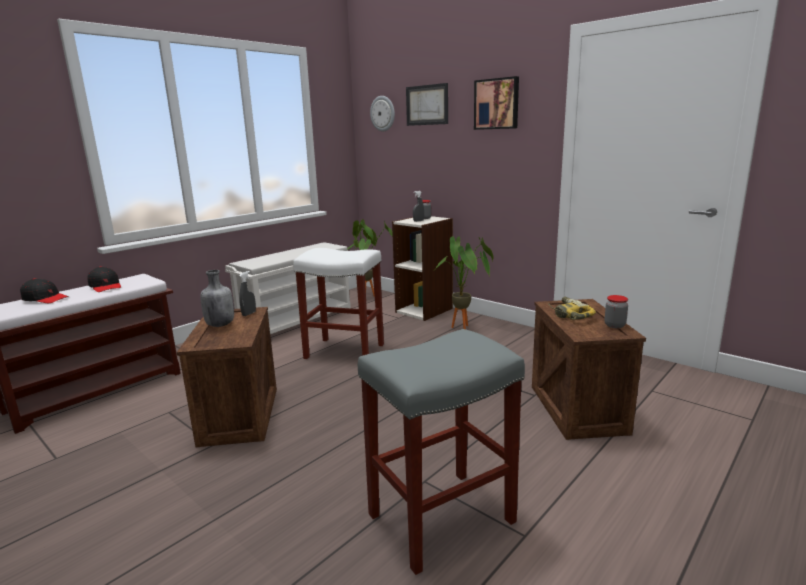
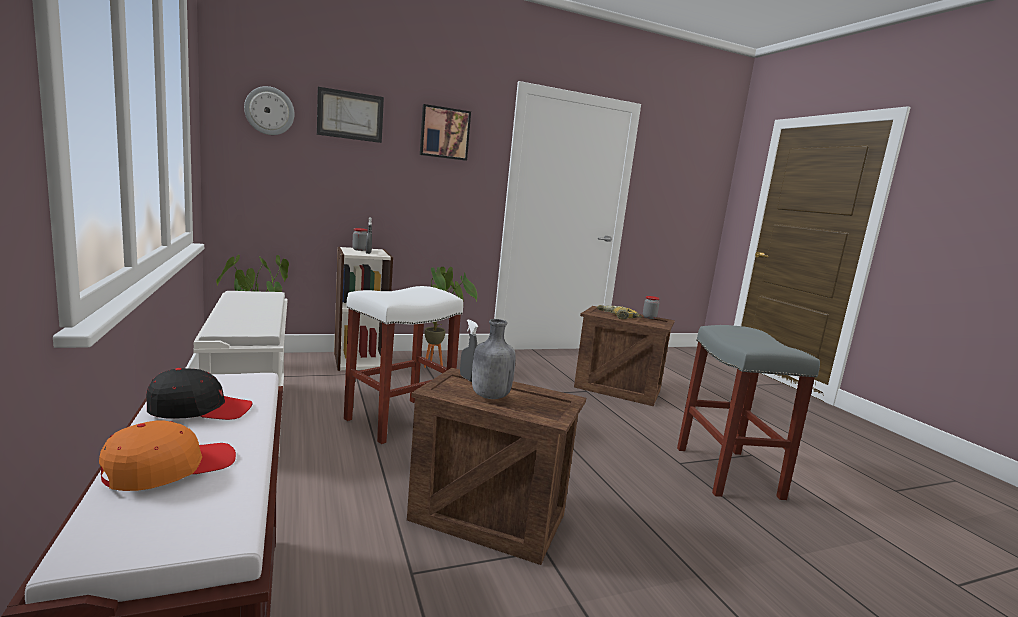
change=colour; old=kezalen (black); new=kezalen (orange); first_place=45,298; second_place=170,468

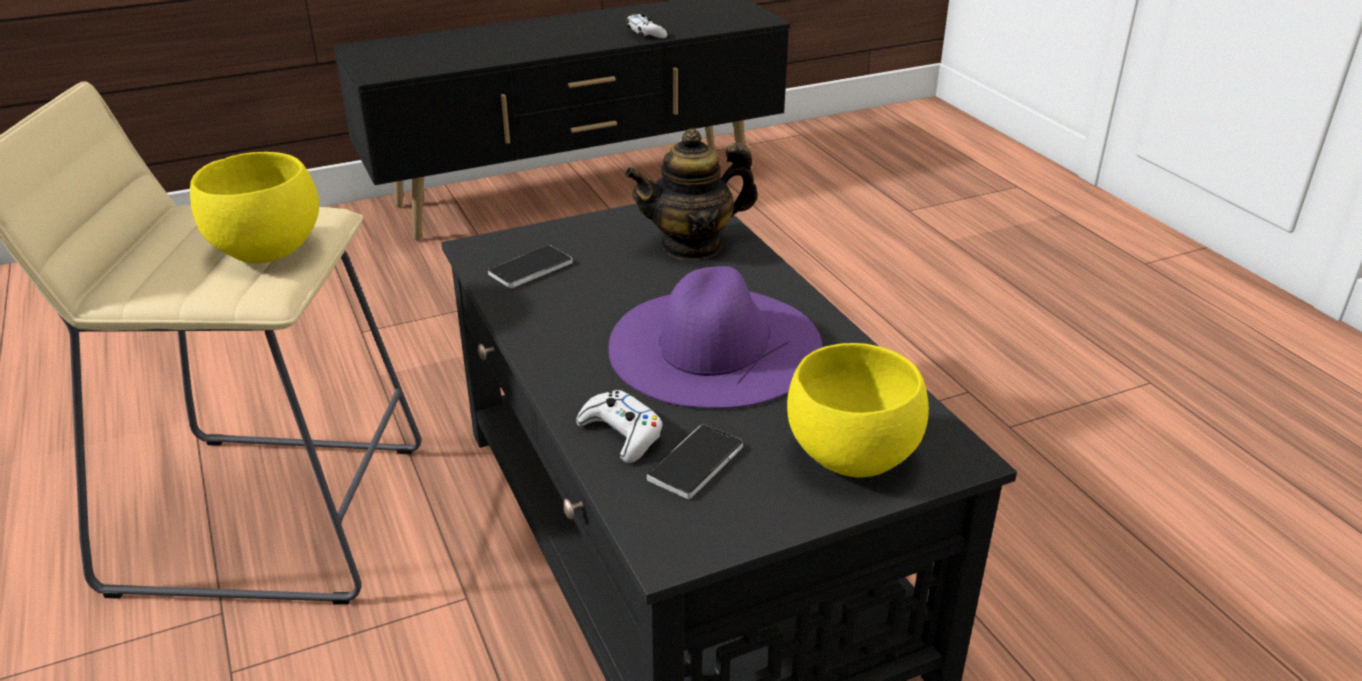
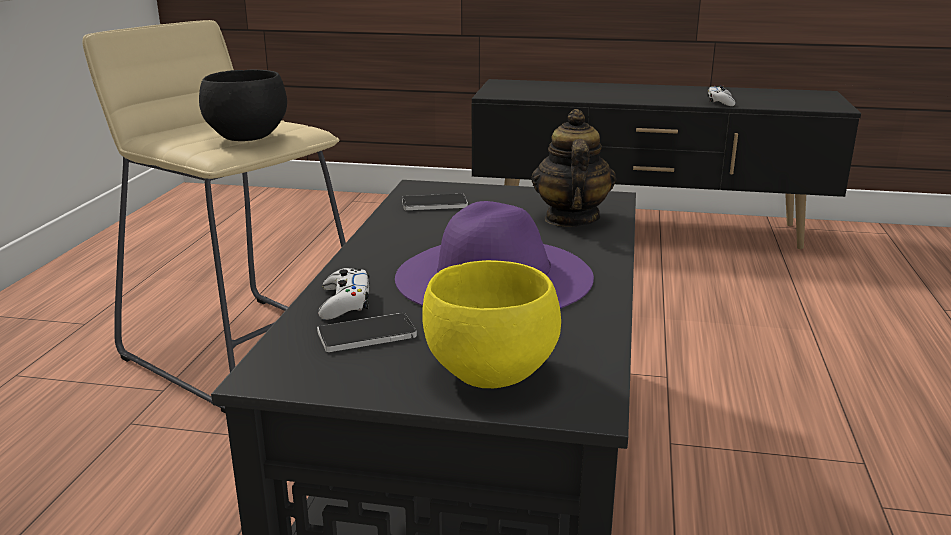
change=colour; old=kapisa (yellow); new=kapisa (black); first_place=264,252; second_place=245,138
change=spun; old=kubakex; first_place=692,245; second_place=571,219; degrees=75

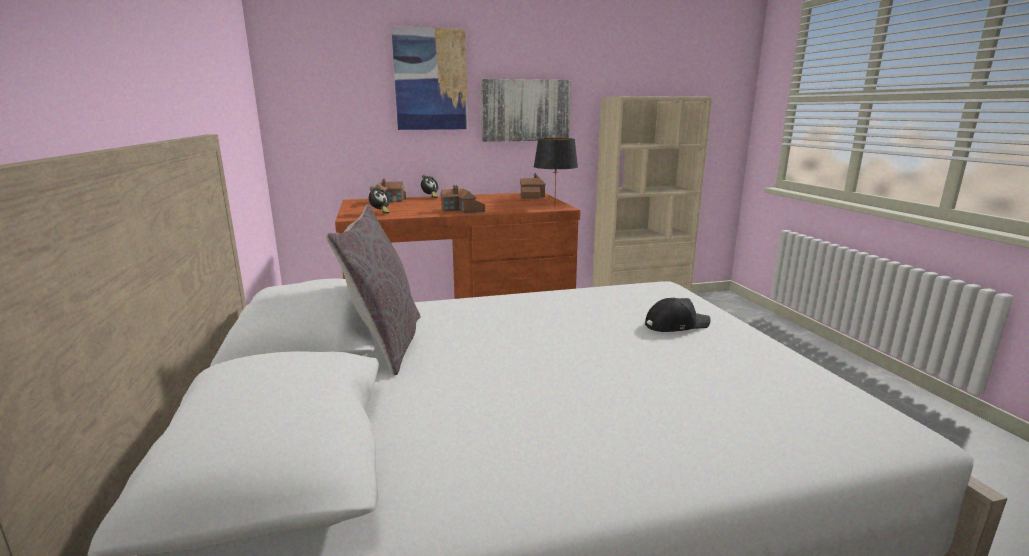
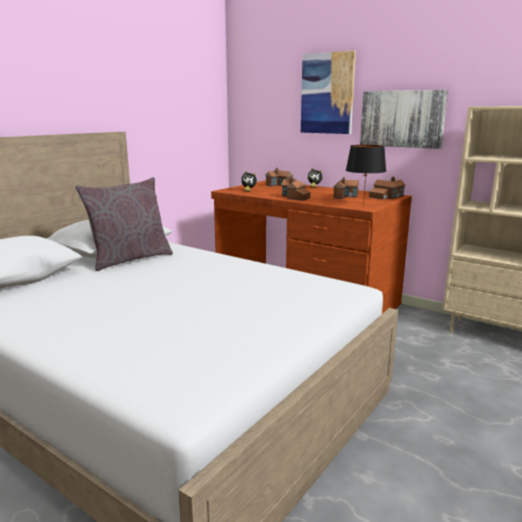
change=missing; old=kezalen (black); first_place=675,325
change=appeared; new=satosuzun; second_place=345,196

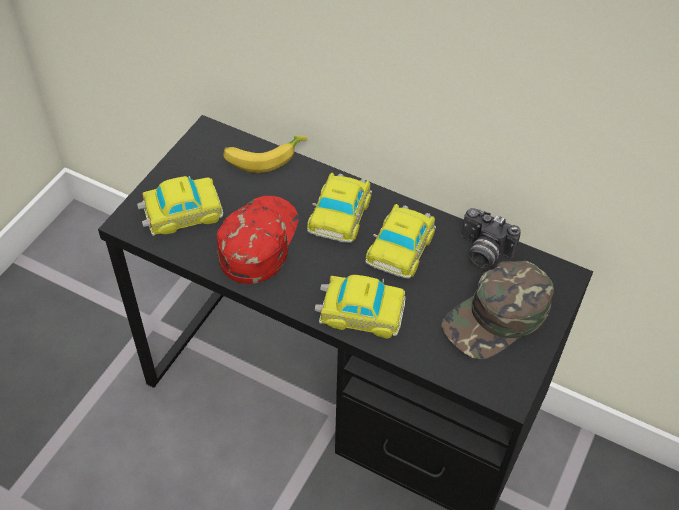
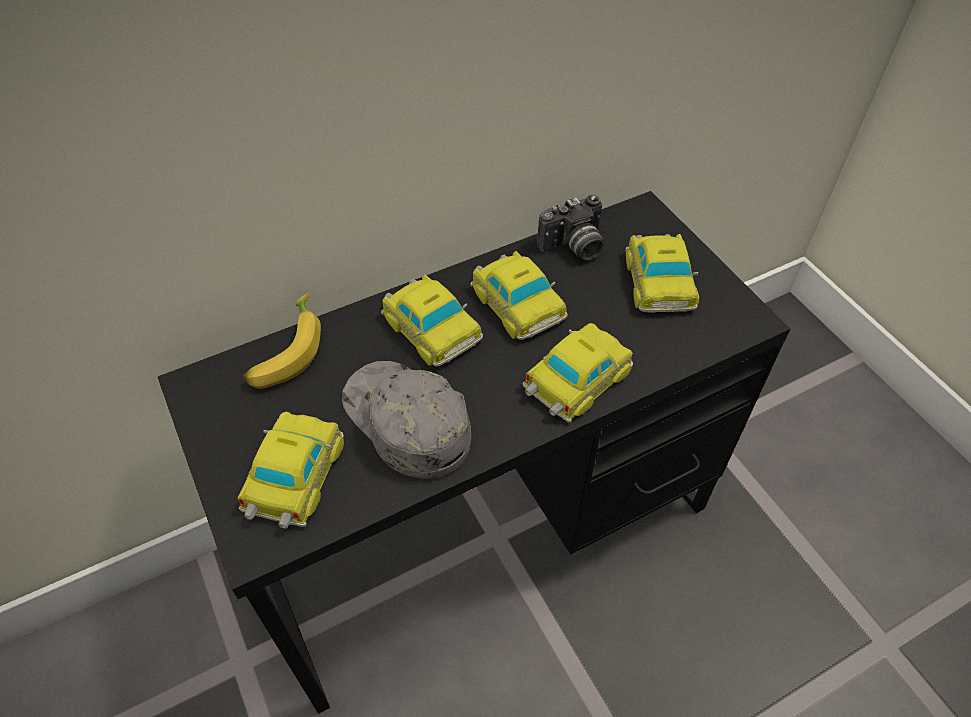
change=colour; old=kezalen (red); new=kezalen (grey); first_place=257,241; second_place=405,421
change=exchanged; old=kezalen (green); new=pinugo; first_place=497,318; second_place=658,280

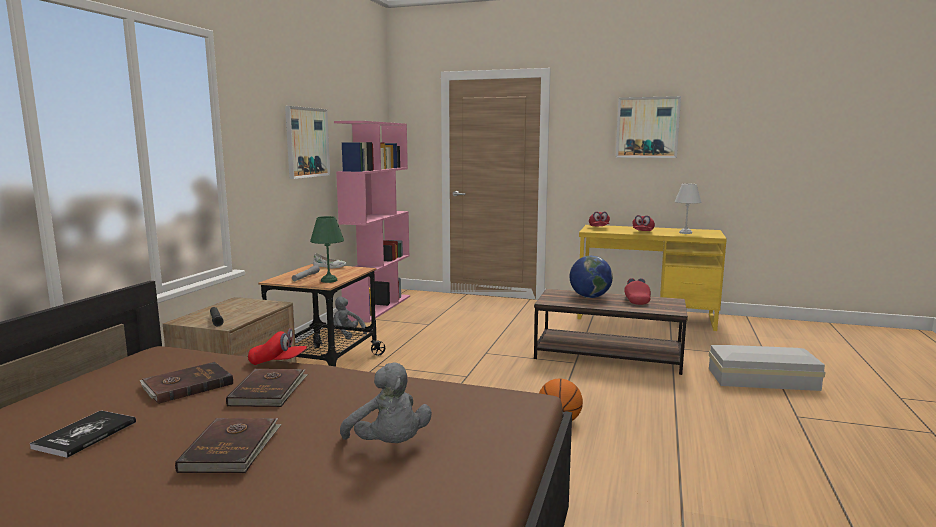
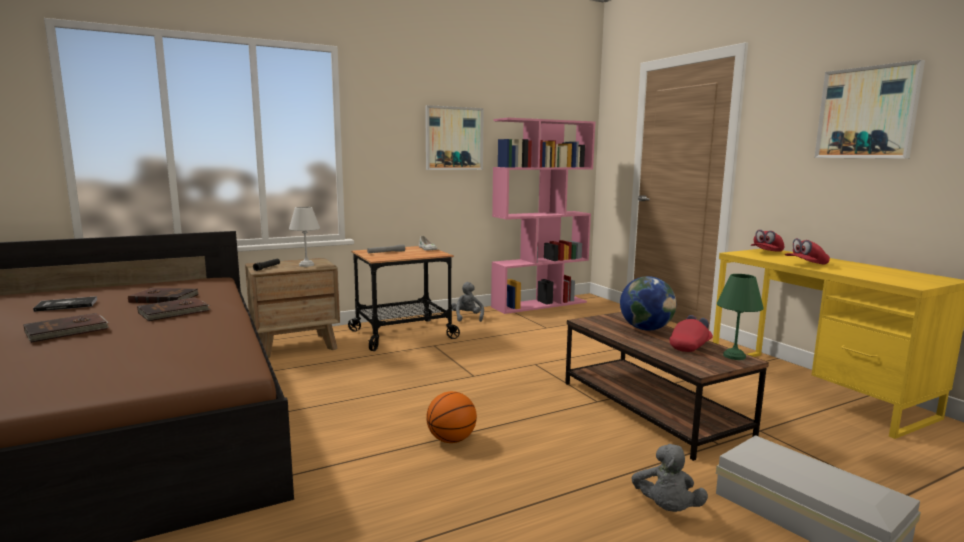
change=missing; old=kezalen (red); first_place=278,362
change=relocated; old=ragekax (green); first_place=329,280; second_place=735,356
change=relocated; old=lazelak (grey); first_place=389,445; second_place=666,509
change=relocated; old=ragekax (white); first_place=685,232; second_place=307,265

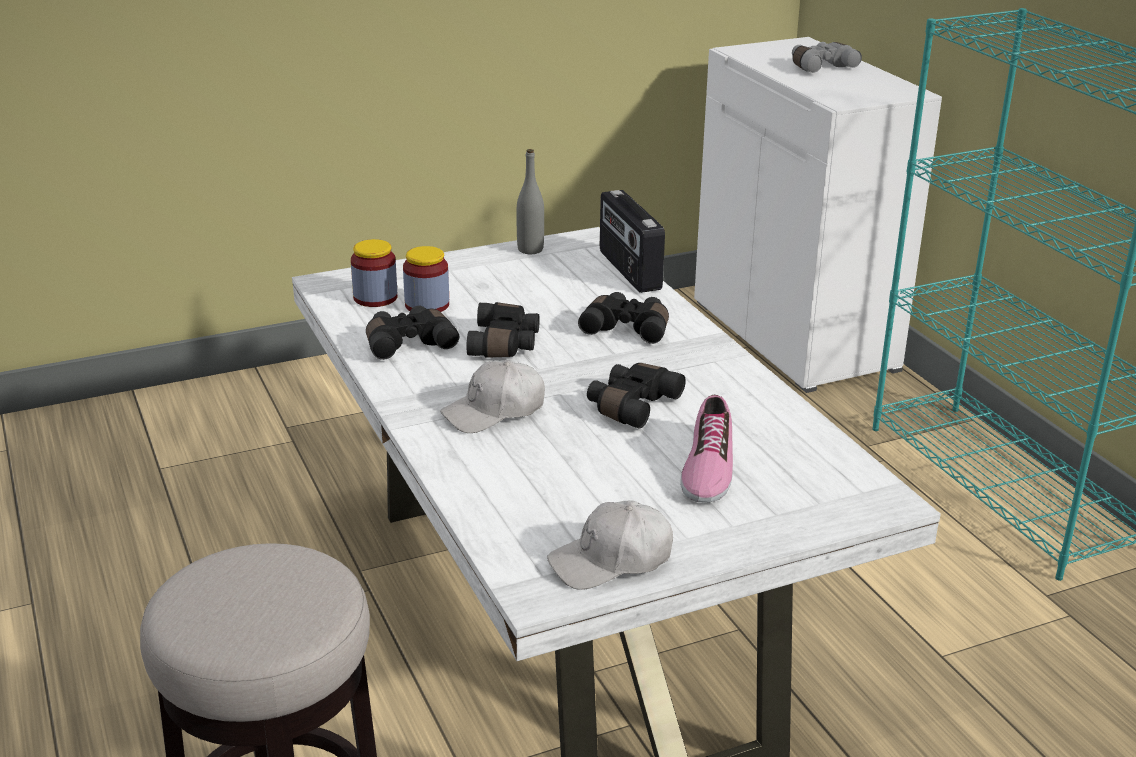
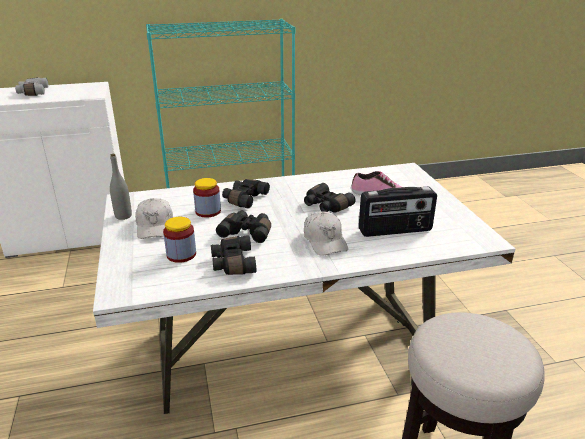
change=relocated; old=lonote; first_place=375,298; second_place=208,211
change=relocated; old=kezalen (white); first_place=611,561; second_place=155,226
change=relocated; old=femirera; first_place=628,270; second_place=395,230

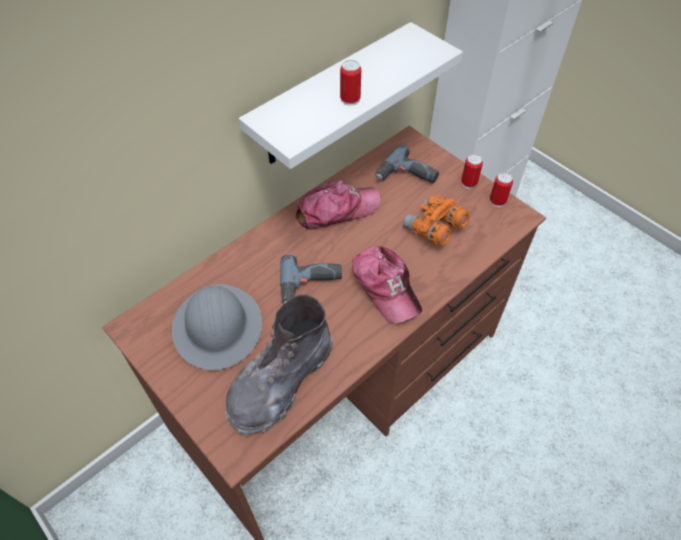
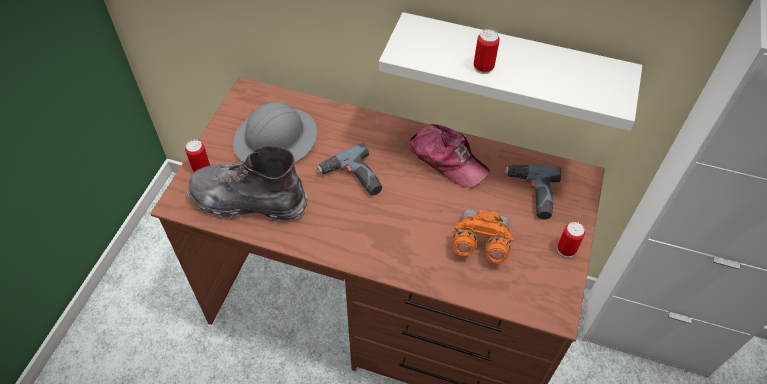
change=missing; old=kezalen; first_place=385,287
change=relocated; old=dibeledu; first_place=497,201; second_place=201,168

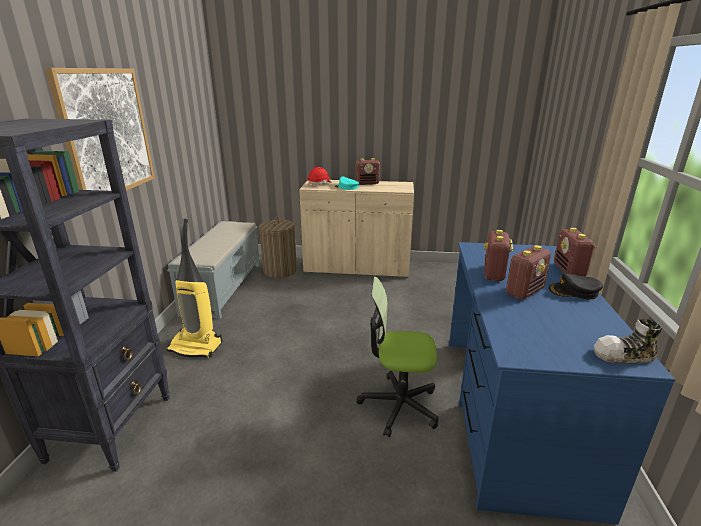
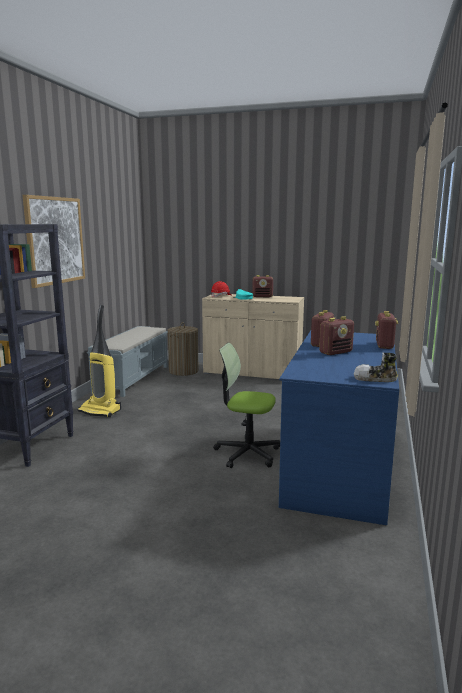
change=missing; old=kezalen (black); first_place=574,291

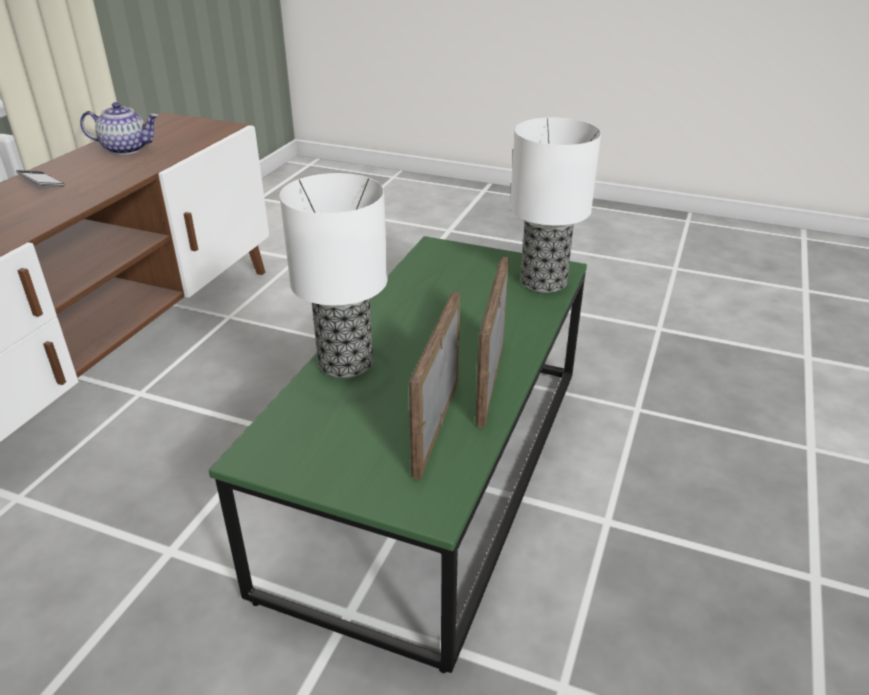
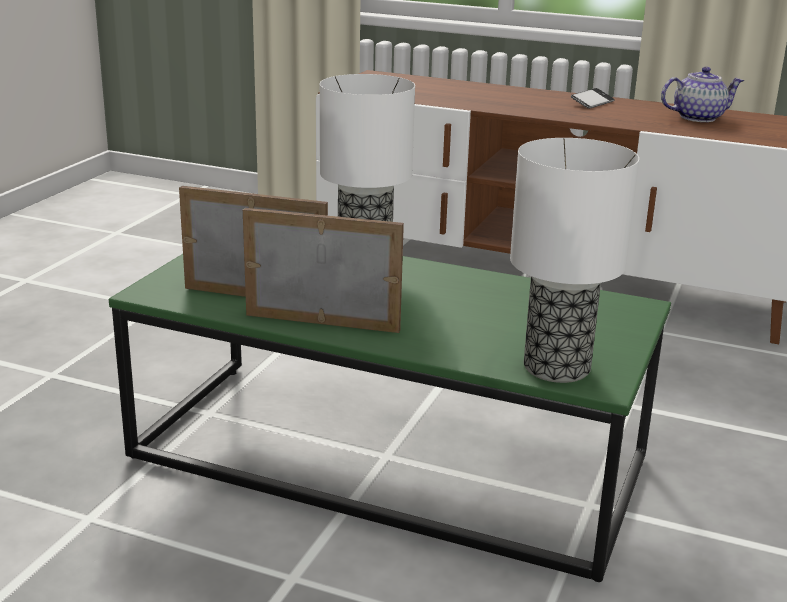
change=spun; old=kubakex; first_place=127,149; second_place=698,117; degrees=-105

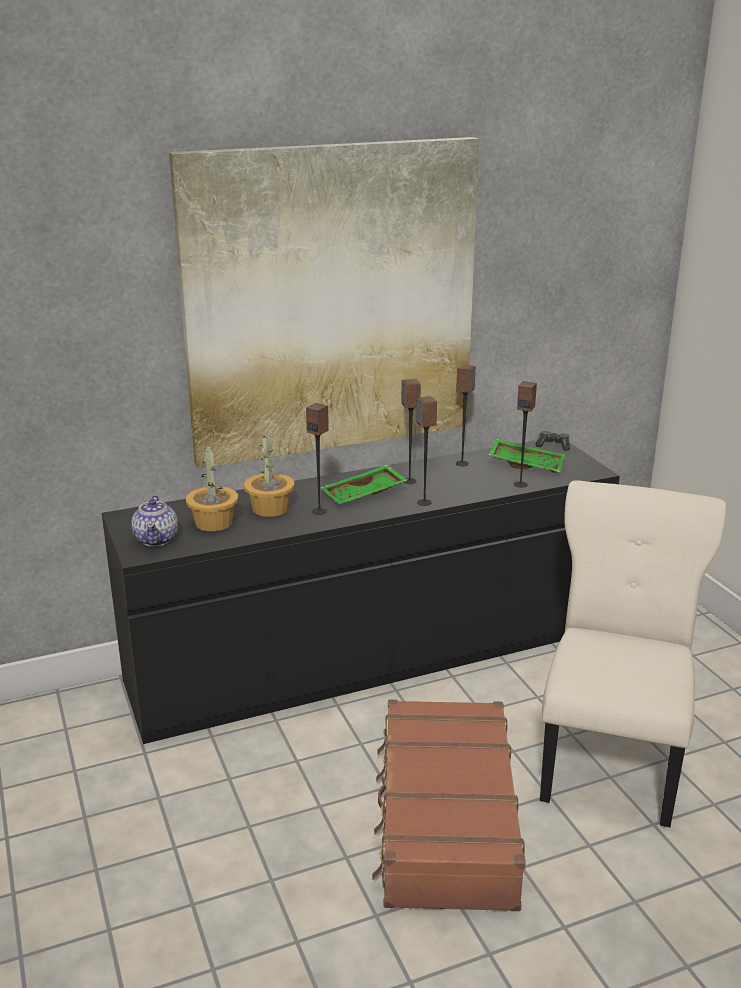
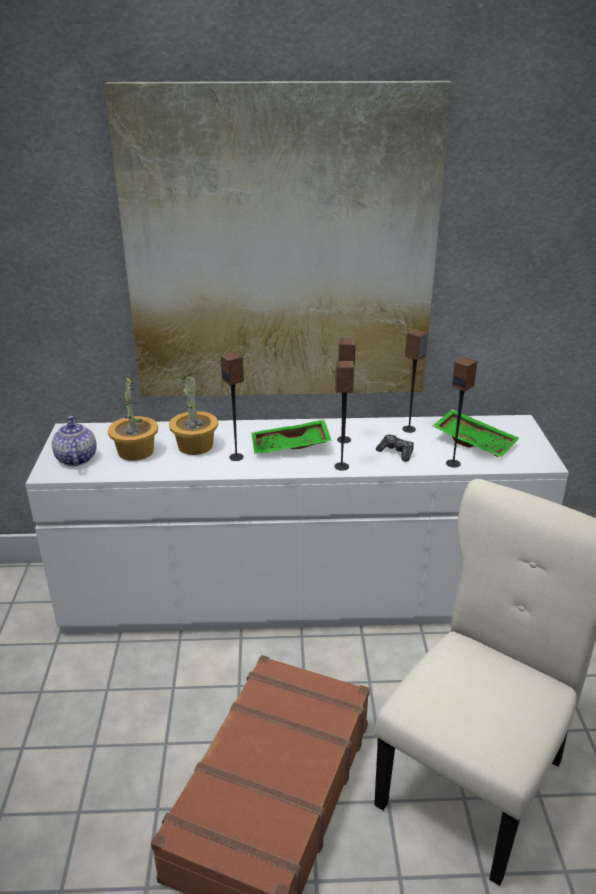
change=colour; old=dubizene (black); new=dubizene (white); first_place=370,655; second_place=297,593
change=spun; old=kubakex; first_place=157,539; second_place=76,459; degrees=150
change=relocated; old=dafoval; first_place=553,445; second_place=396,452

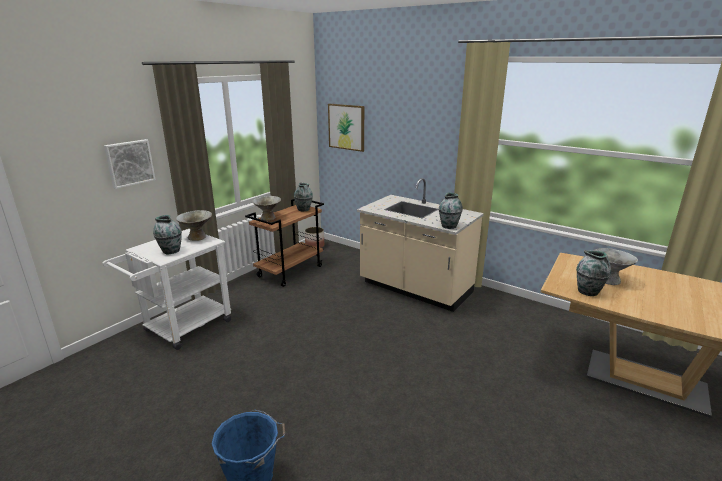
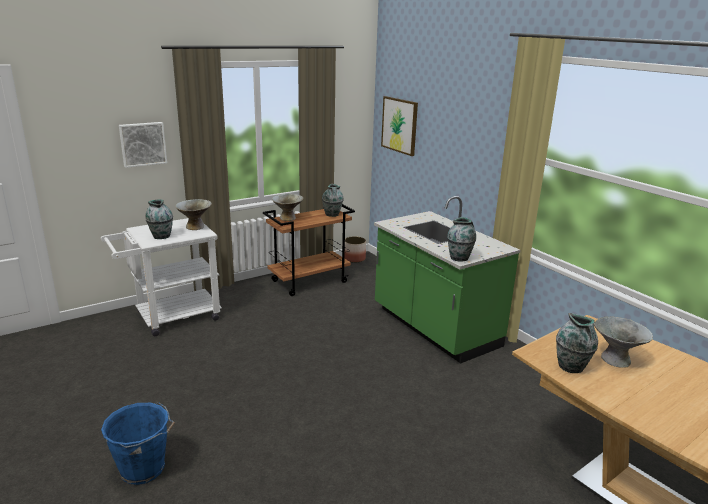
change=colour; old=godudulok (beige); new=godudulok (green); first_place=415,288; second_place=434,328

